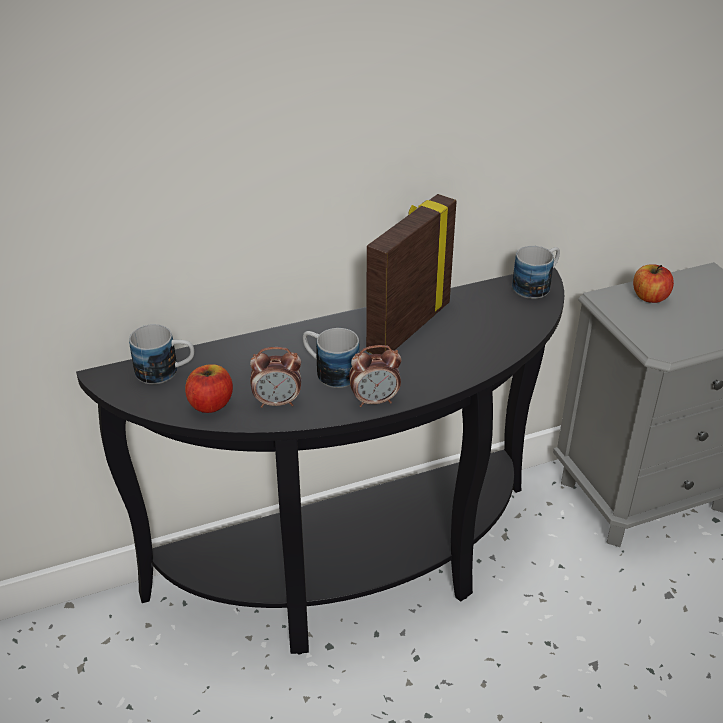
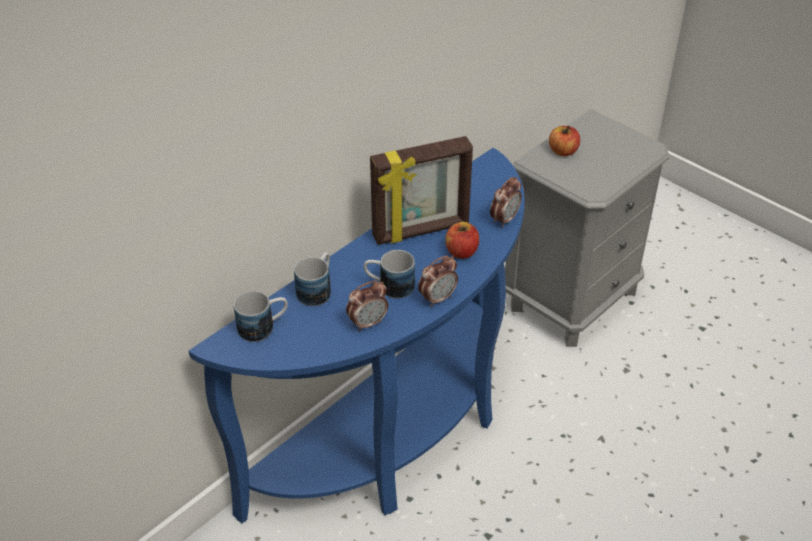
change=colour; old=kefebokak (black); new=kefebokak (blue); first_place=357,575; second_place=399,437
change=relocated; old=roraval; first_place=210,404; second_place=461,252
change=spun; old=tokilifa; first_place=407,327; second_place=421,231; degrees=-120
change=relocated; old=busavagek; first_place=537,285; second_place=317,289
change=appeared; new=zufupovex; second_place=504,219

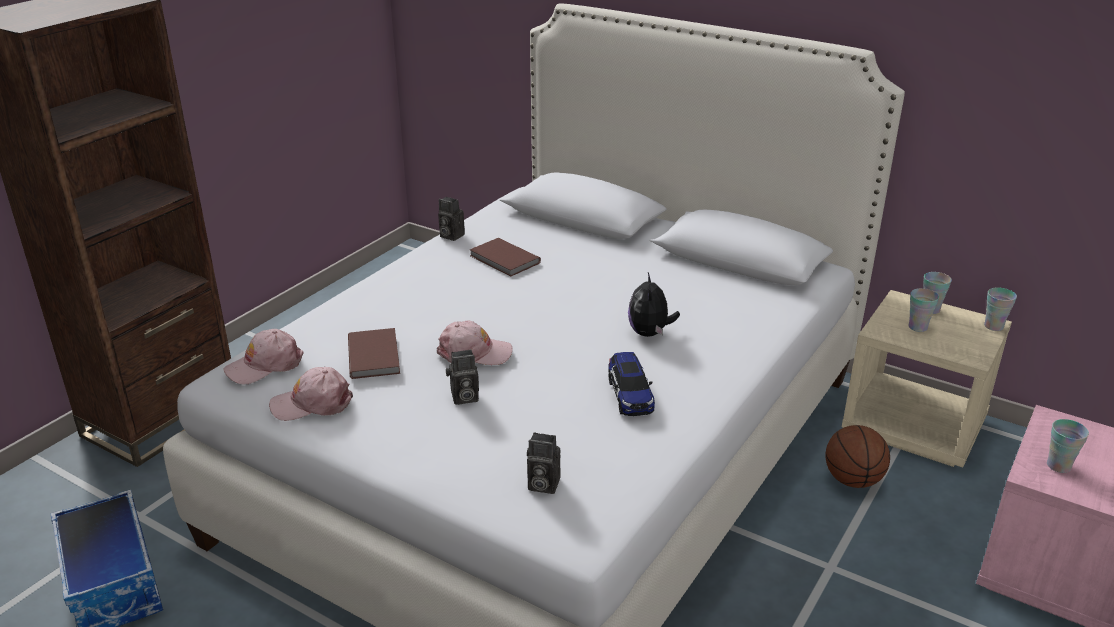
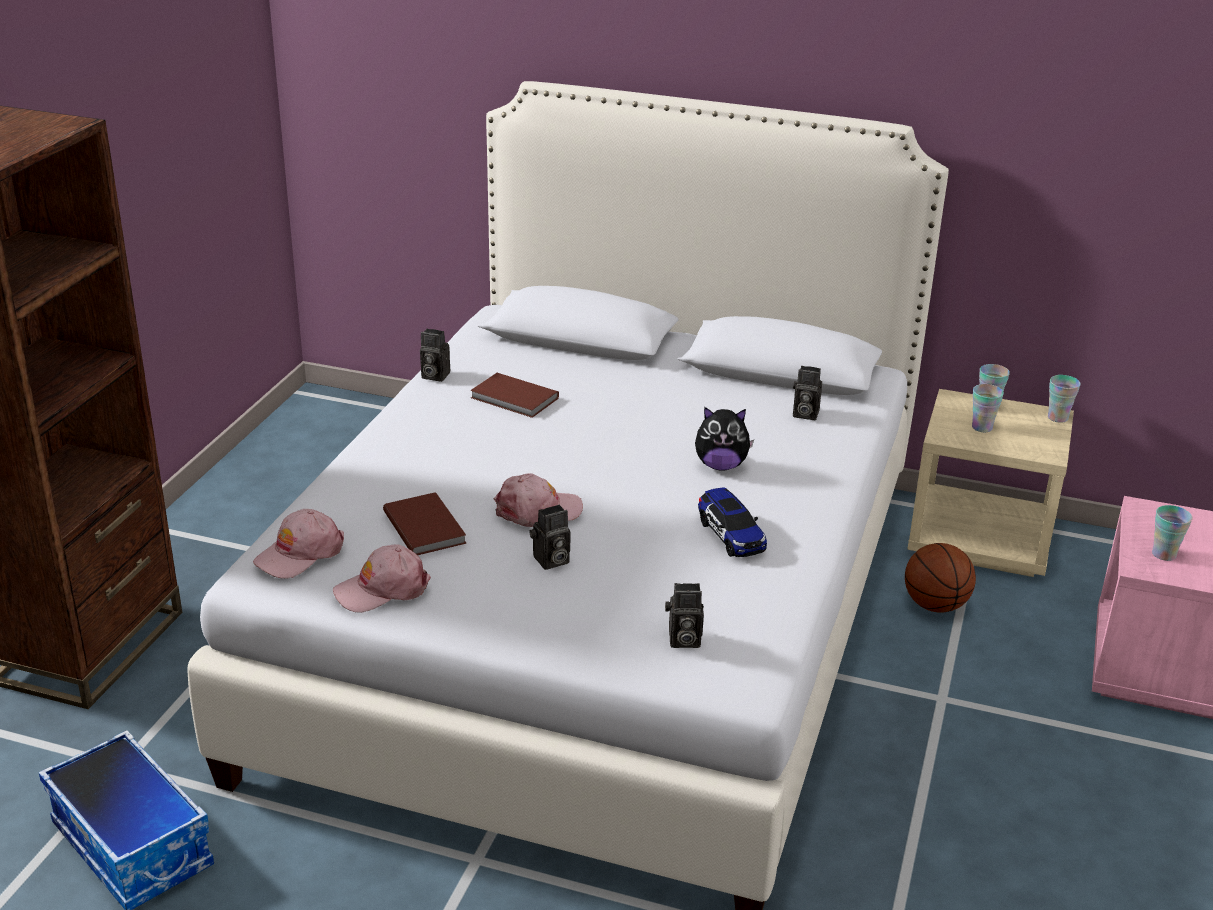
change=spun; old=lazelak; first_place=650,333; second_place=721,465; degrees=-75
change=appeared; new=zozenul; second_place=804,414

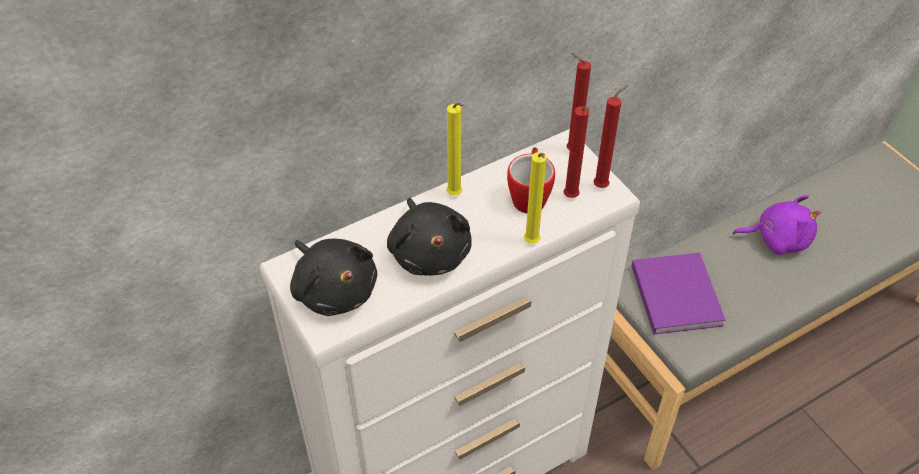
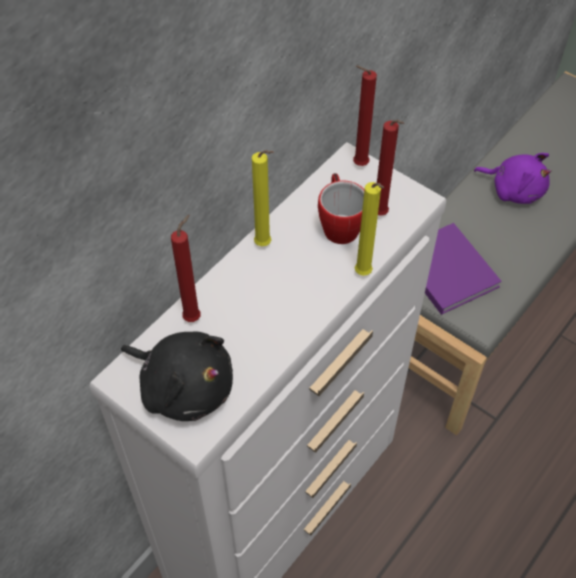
change=missing; old=lazelak (black); first_place=429,252
change=relocated; old=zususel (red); first_place=603,186; second_place=194,316
change=spun; old=lazelak (purple); first_place=777,239; second_place=514,189; degrees=45

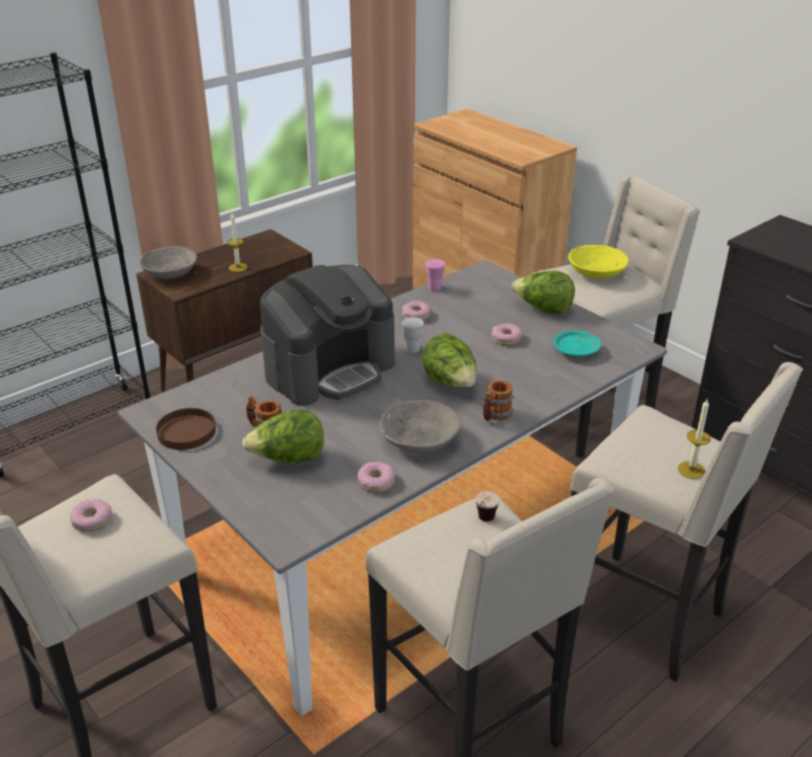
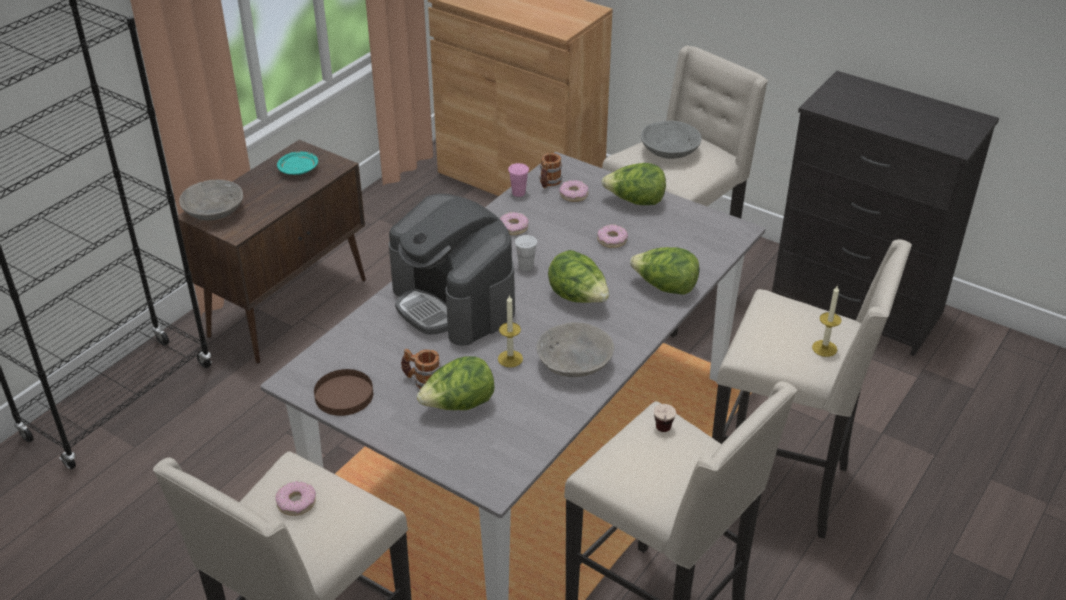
change=relocated; old=zususel; first_place=238,267; second_place=510,359
change=spun; old=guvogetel; first_place=330,369; second_place=454,302; degrees=105
change=relocated; old=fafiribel; first_place=376,482; second_place=574,195
change=relocated; old=busavagek; first_place=495,415; second_place=548,183
change=relocated; old=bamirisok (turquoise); first_place=576,350; second_place=298,169
change=colour; old=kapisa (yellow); new=kapisa (grey); first_place=596,273; second_place=669,152
change=appeared; new=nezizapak; second_place=665,287

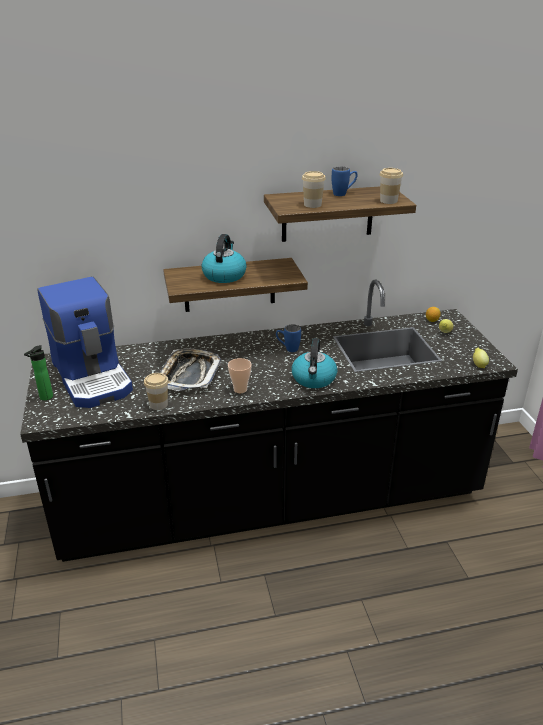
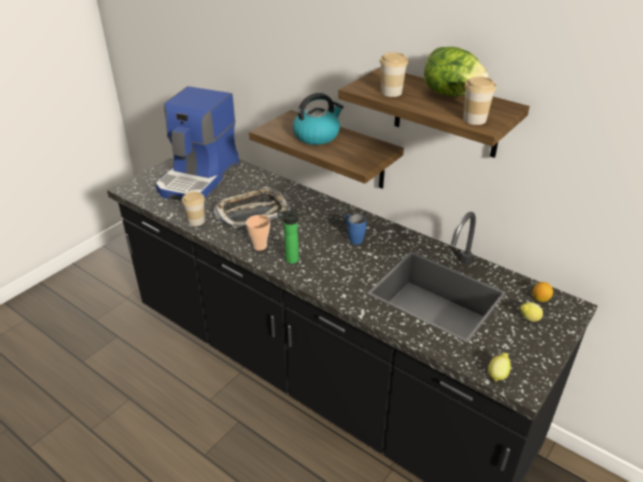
change=relocated; old=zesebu; first_place=44,398; second_place=289,260
change=missing; old=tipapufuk; first_place=314,379
change=exchanged; old=busavagek (blue); new=nezizapak; first_place=343,194; second_place=451,94

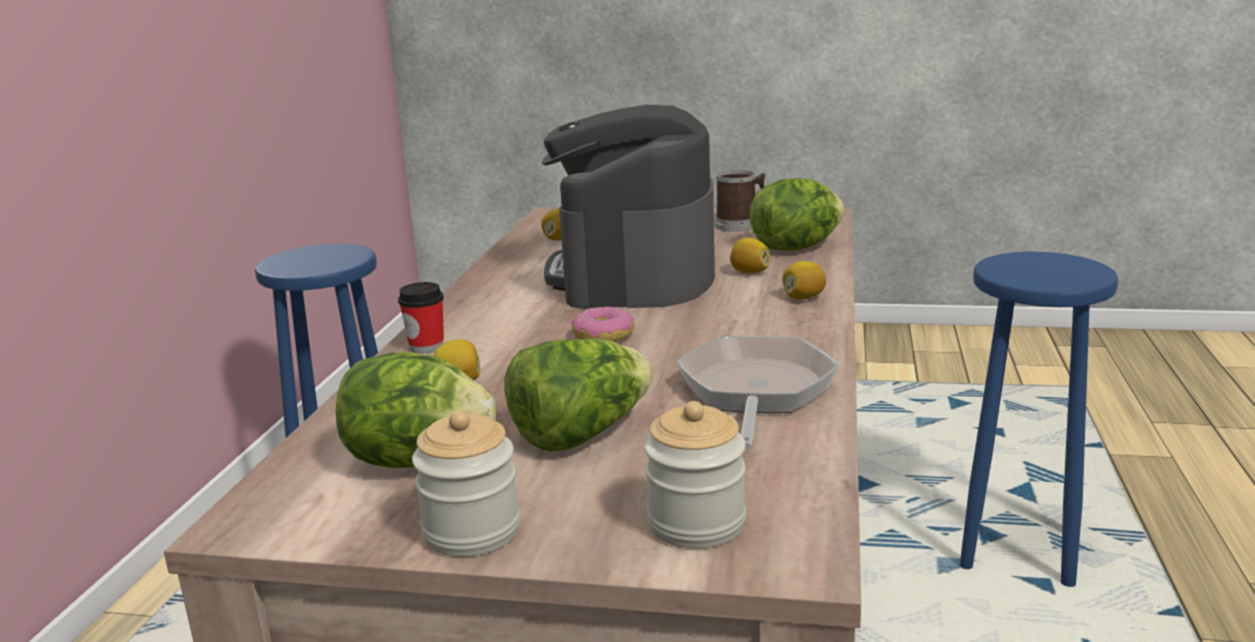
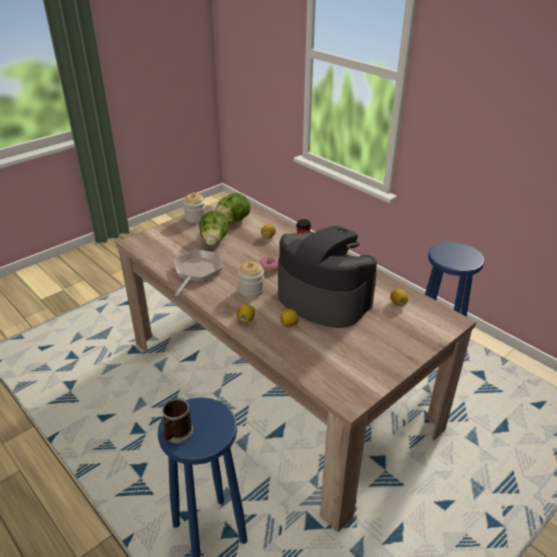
change=relocated; old=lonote; first_place=696,523; second_place=251,290
change=spun; old=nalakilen; first_place=755,392; second_place=197,272; degrees=-120
change=relocated; old=busavagek; first_place=741,225; second_place=177,434
change=missing; old=nezizapak; first_place=796,248

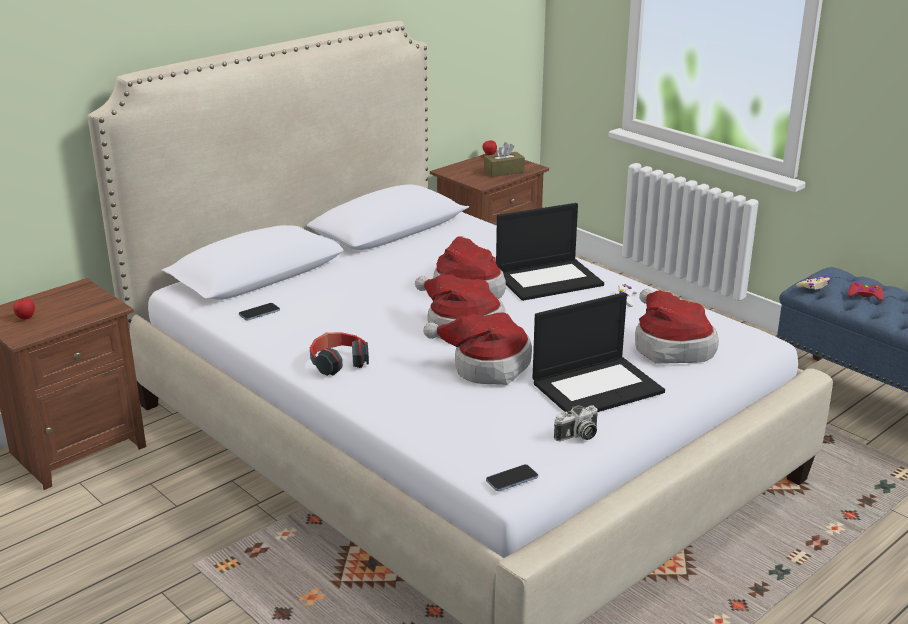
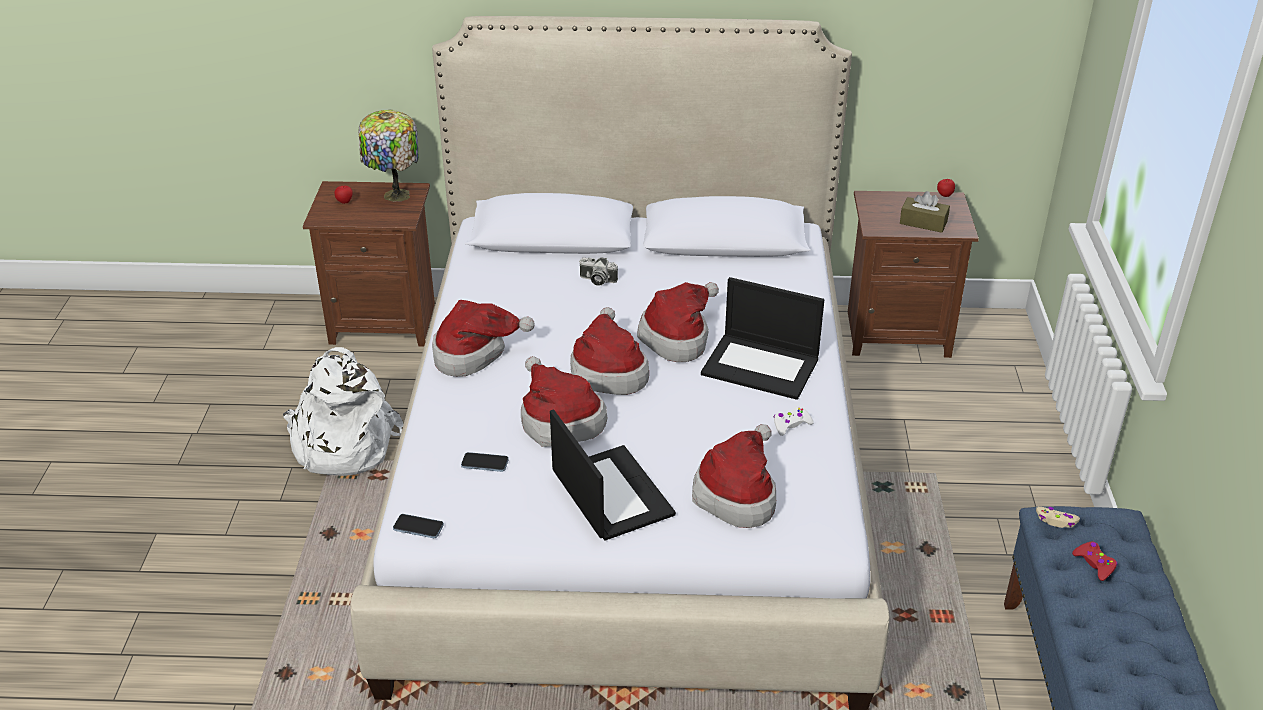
change=relocated; old=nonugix; first_place=259,313; second_place=485,463
change=exchanged; old=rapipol; new=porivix; first_place=338,362; second_place=474,353
change=spun; old=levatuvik; first_place=597,386; second_place=610,493; degrees=-135
change=relocated; old=zozenul; first_place=577,436; second_place=597,280
change=appeared; new=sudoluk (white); second_place=341,444
change=appeared; new=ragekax; second_place=394,196

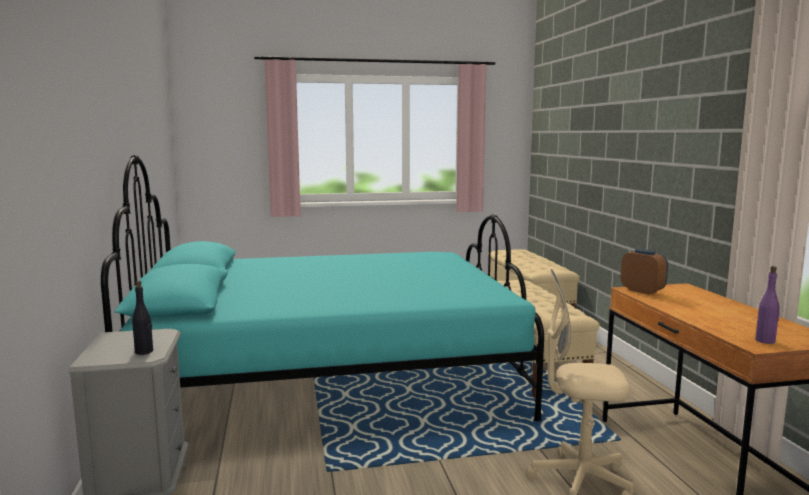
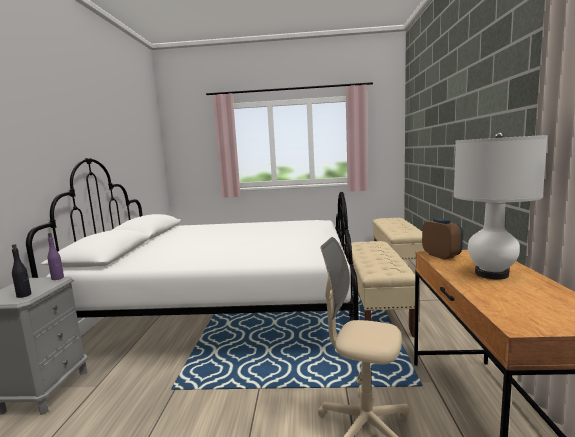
change=colour; old=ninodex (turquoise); new=ninodex (white); first_place=330,381; second_place=226,311
change=relocated; old=zesebu (purple); first_place=765,341; second_place=57,278
change=appeared; new=ragekax (white); second_place=491,274

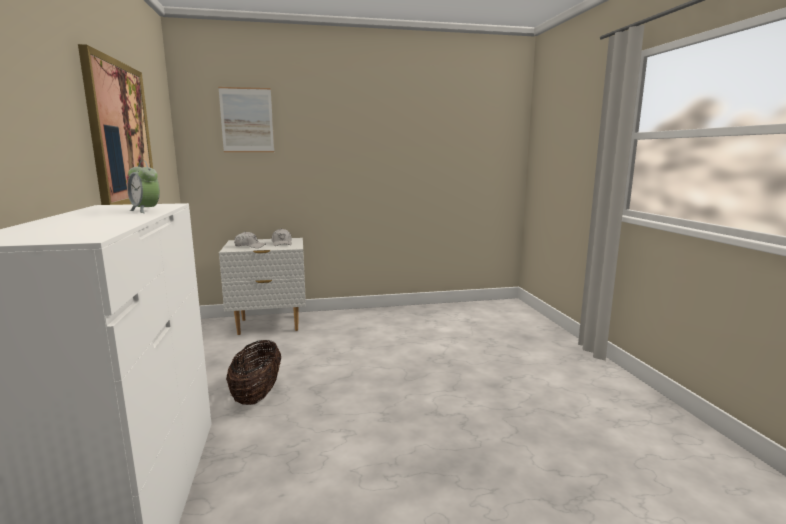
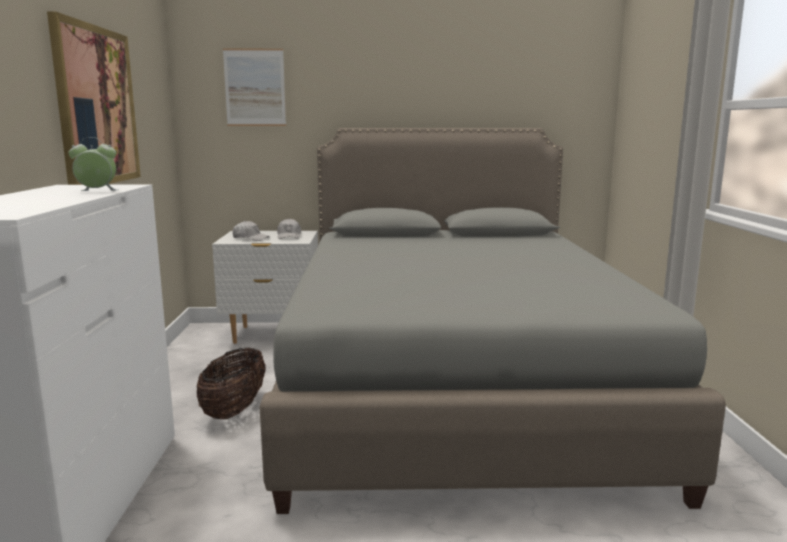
change=spun; old=zufupovex; first_place=146,211; second_place=97,191; degrees=120
change=appeared; new=ninodex (grey); second_place=454,387

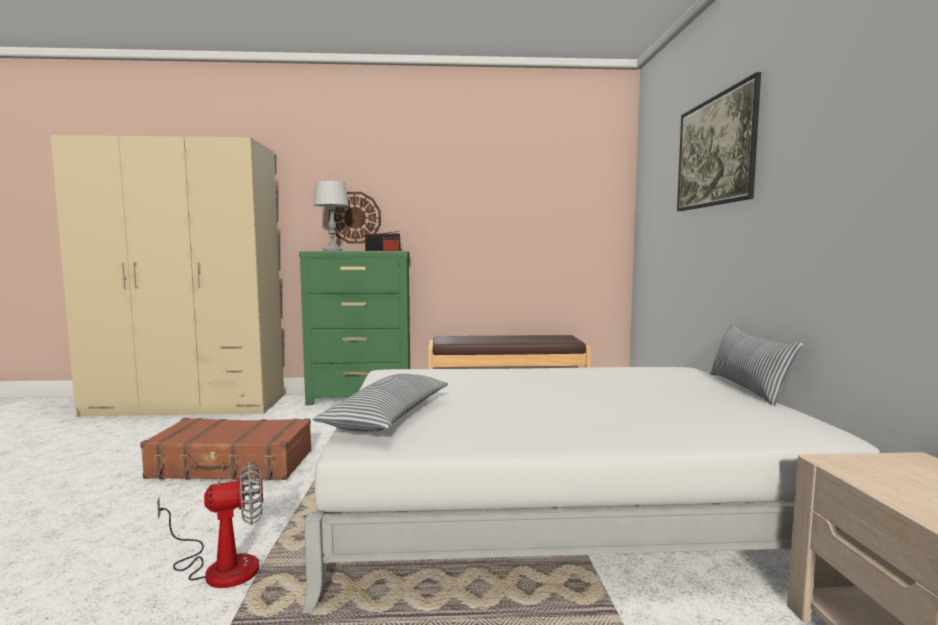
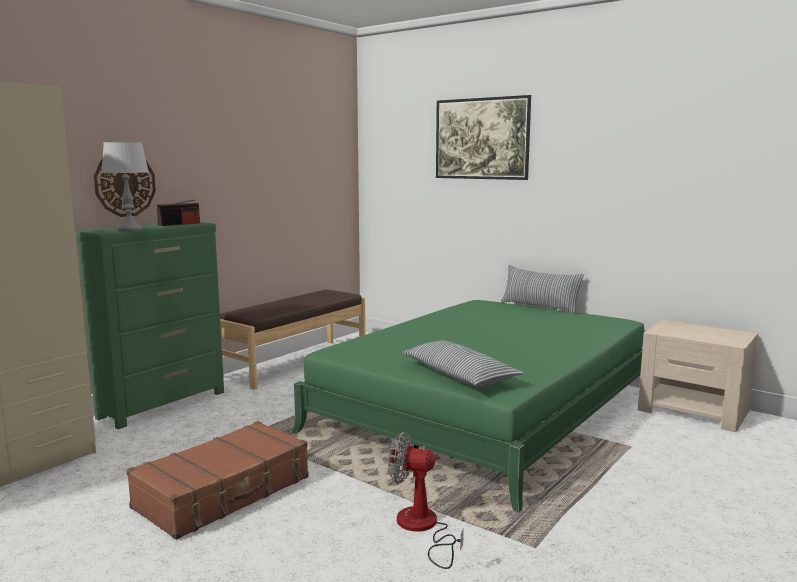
change=spun; old=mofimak; first_place=220,566; second_place=422,528; degrees=-90
change=colour; old=ninodex (white); new=ninodex (green); first_place=558,499; second_place=486,410

